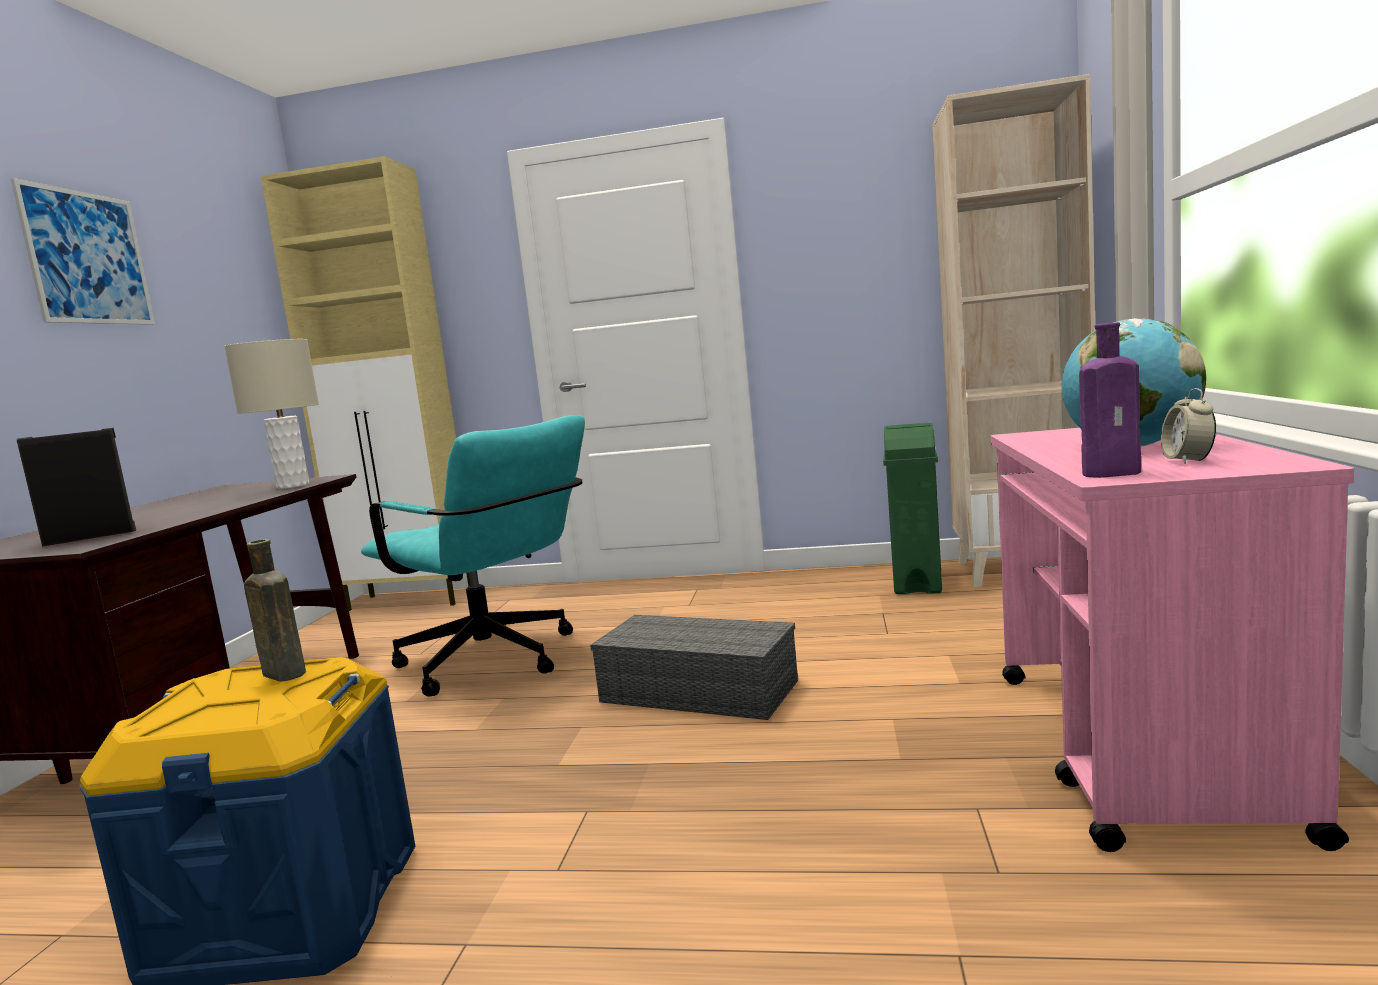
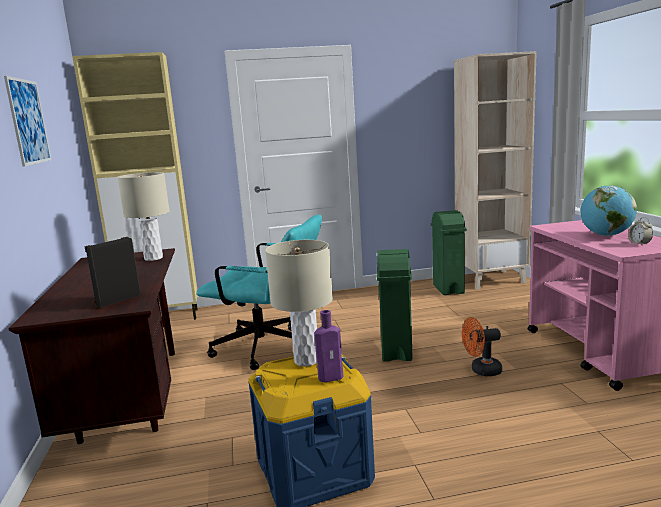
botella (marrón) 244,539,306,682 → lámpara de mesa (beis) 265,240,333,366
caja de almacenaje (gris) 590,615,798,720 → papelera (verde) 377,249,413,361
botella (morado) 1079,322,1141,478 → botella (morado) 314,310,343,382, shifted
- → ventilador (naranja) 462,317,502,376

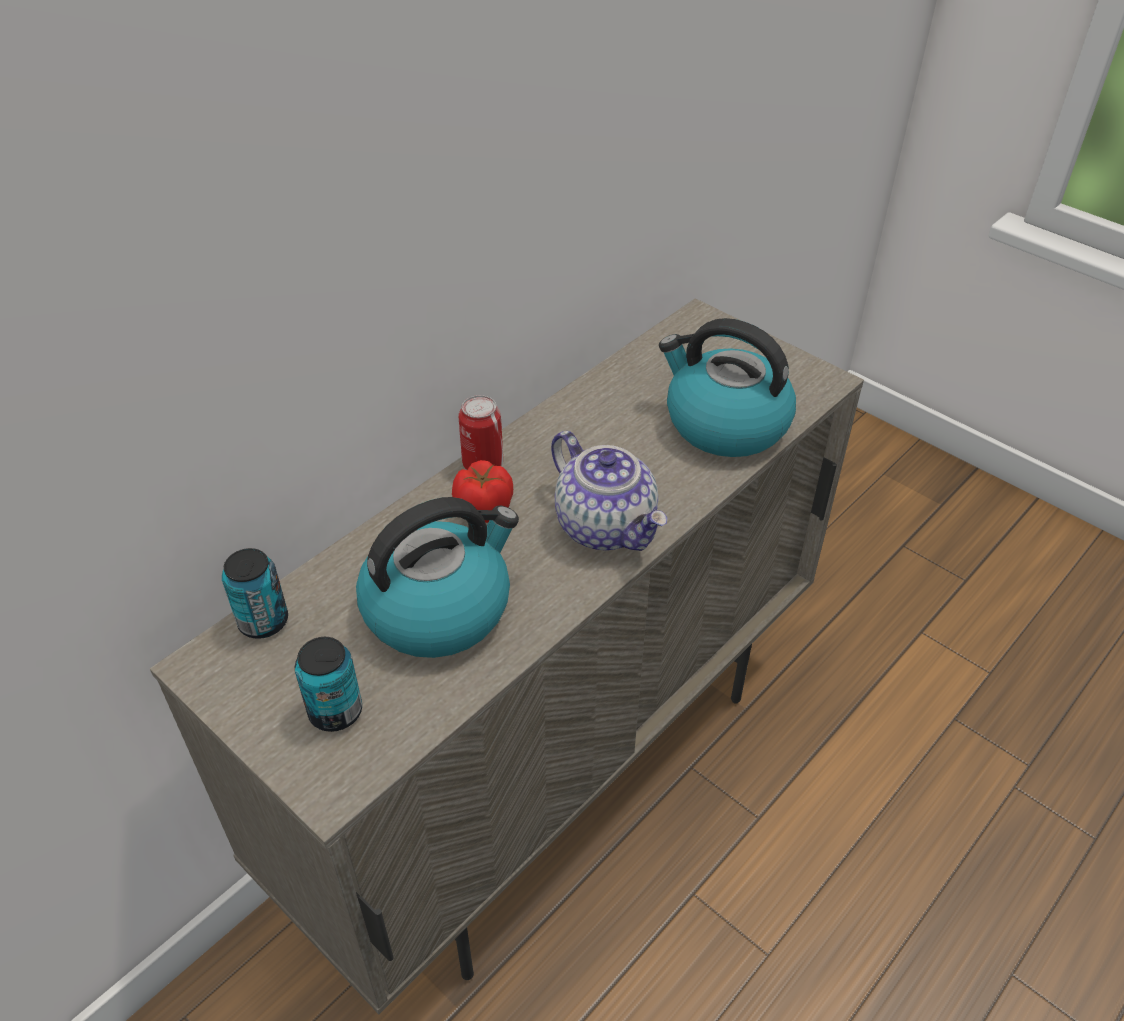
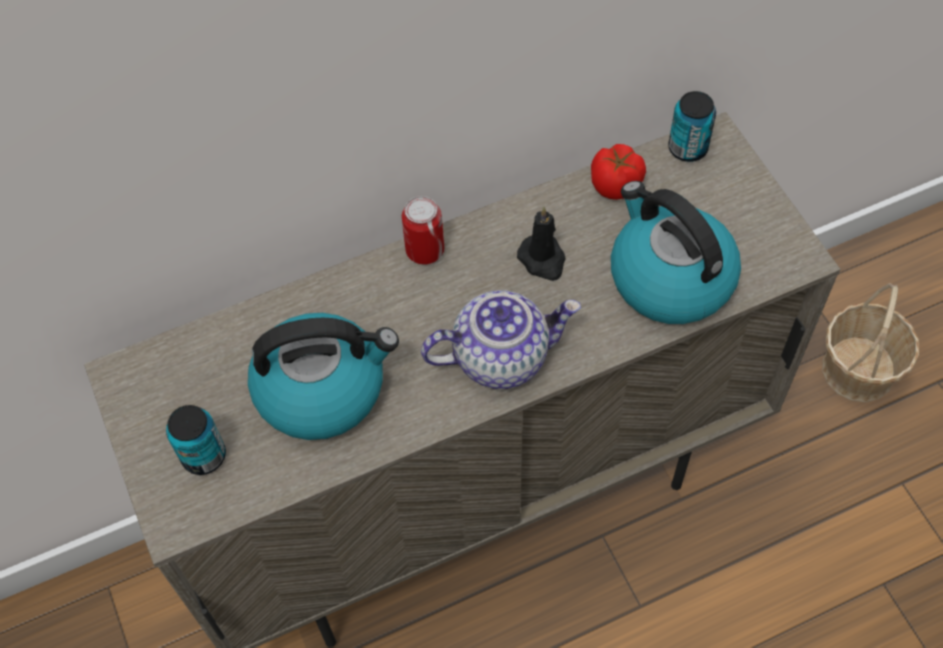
lata 222,548,288,639 → lata 668,91,716,162, shifted
tomate 452,460,513,523 → tomate 591,144,646,200, shifted
tetera 551,431,667,551 → tetera 421,290,581,389, 90 degrees counterclockwise
- → vela (negro) 517,207,566,281
- → cesta 822,283,919,402

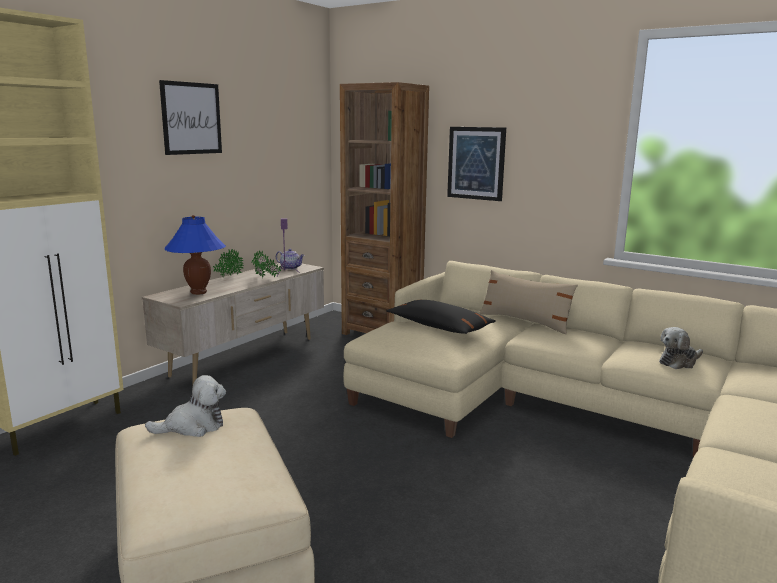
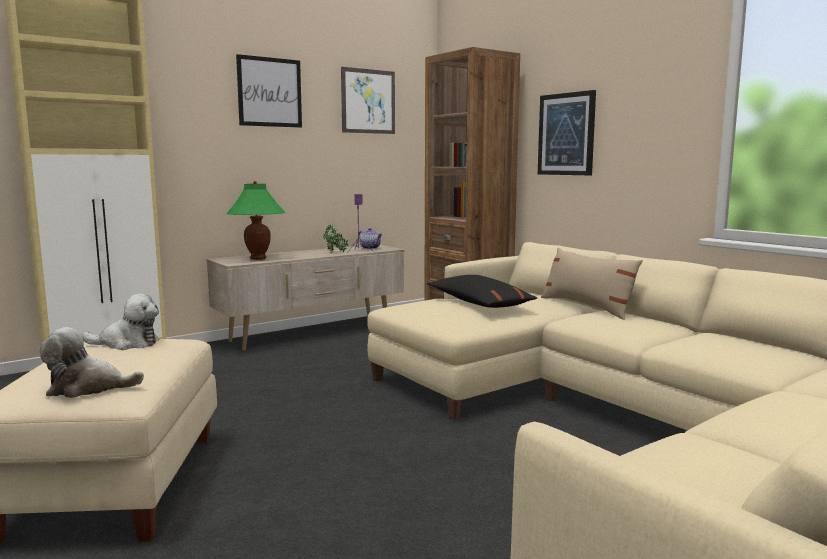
lámpara de mesa (azul) 164,215,226,295 → lámpara de mesa (verde) 226,181,286,260
planta en maceta 213,249,244,278 → -
peluche 659,327,703,369 → peluche 40,327,144,398, shifted
- → cuadro 341,67,395,134

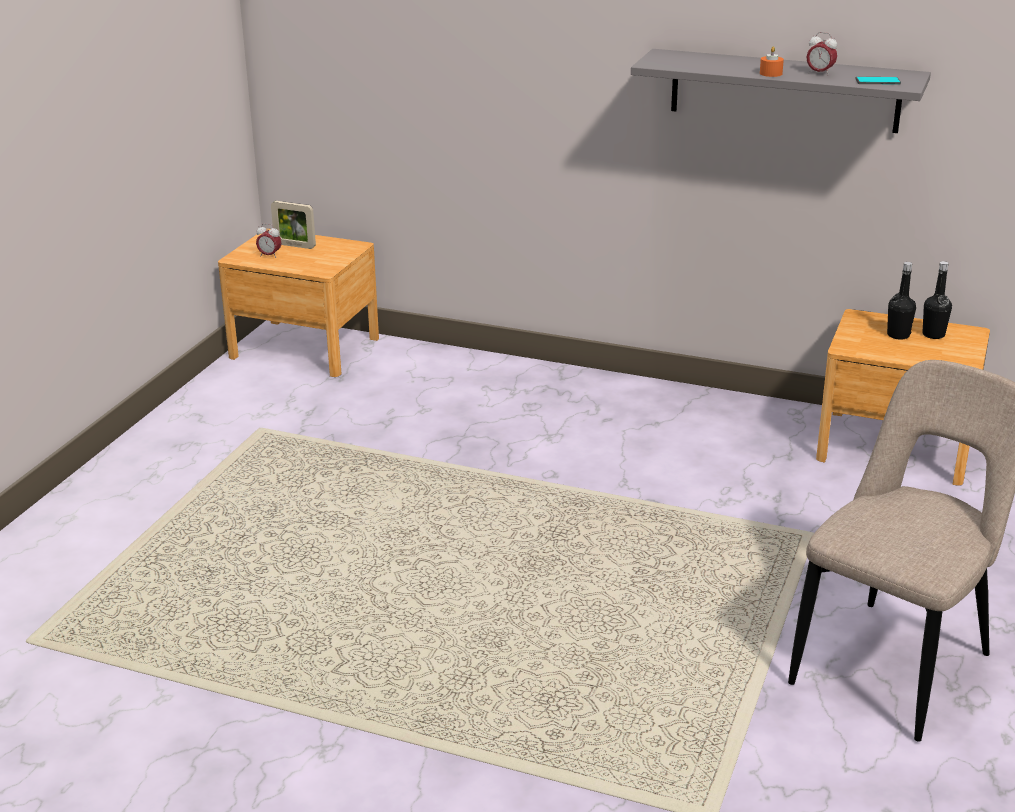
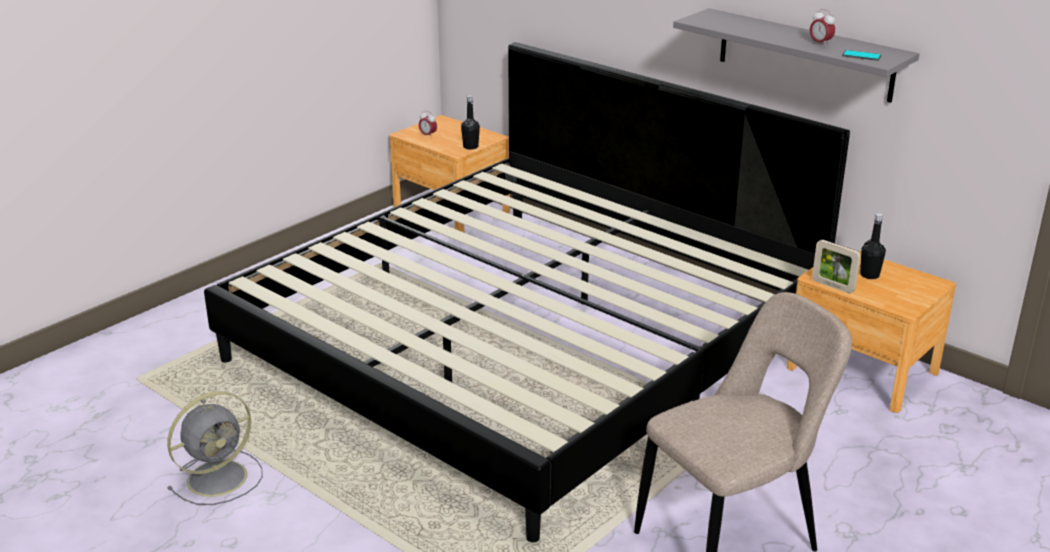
portarretratos 271,201,316,249 → portarretratos 812,240,860,293, shifted
vela (naranja) 760,47,784,77 → -
botella (negro) 923,261,952,339 → botella (negro) 461,95,480,150, shifted
- → ventilador (gris) 167,391,263,505
- → cama 204,42,850,542

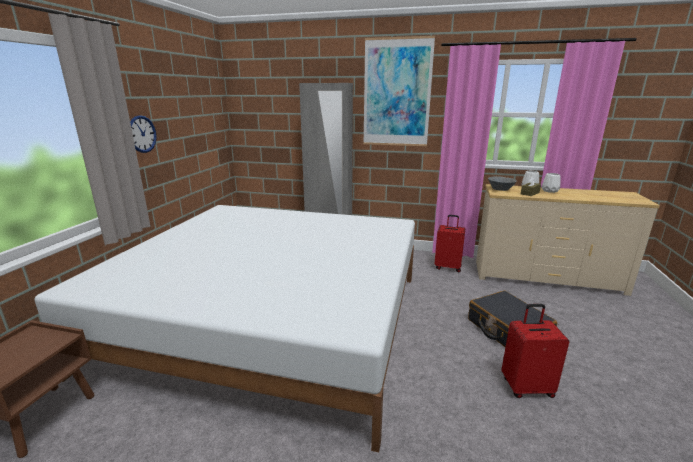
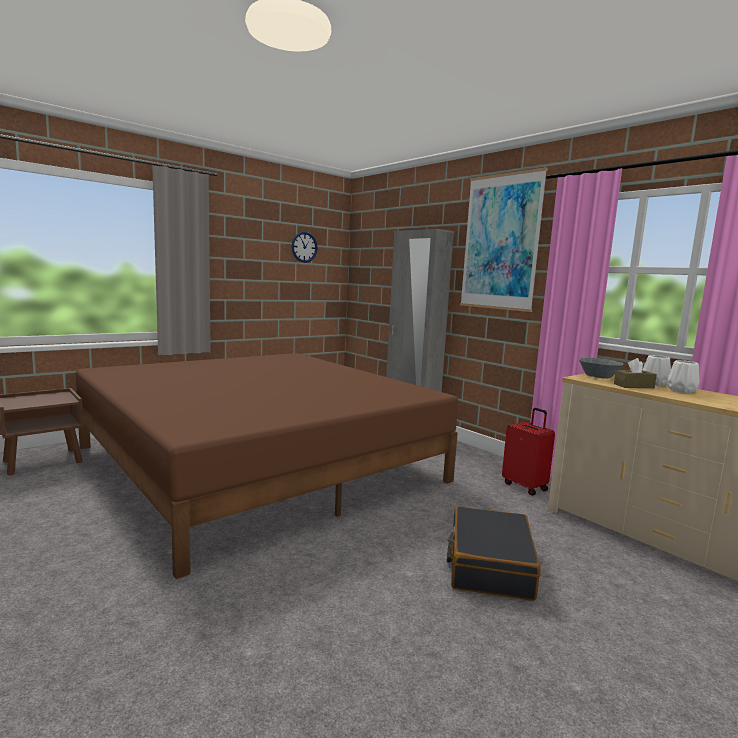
cama (blanco) 35,205,415,452 → cama (marrón) 75,353,458,579
reloj de pared 130,115,157,153 → reloj de pared 292,232,318,263, shifted
maleta (rojo) 501,304,569,398 → -

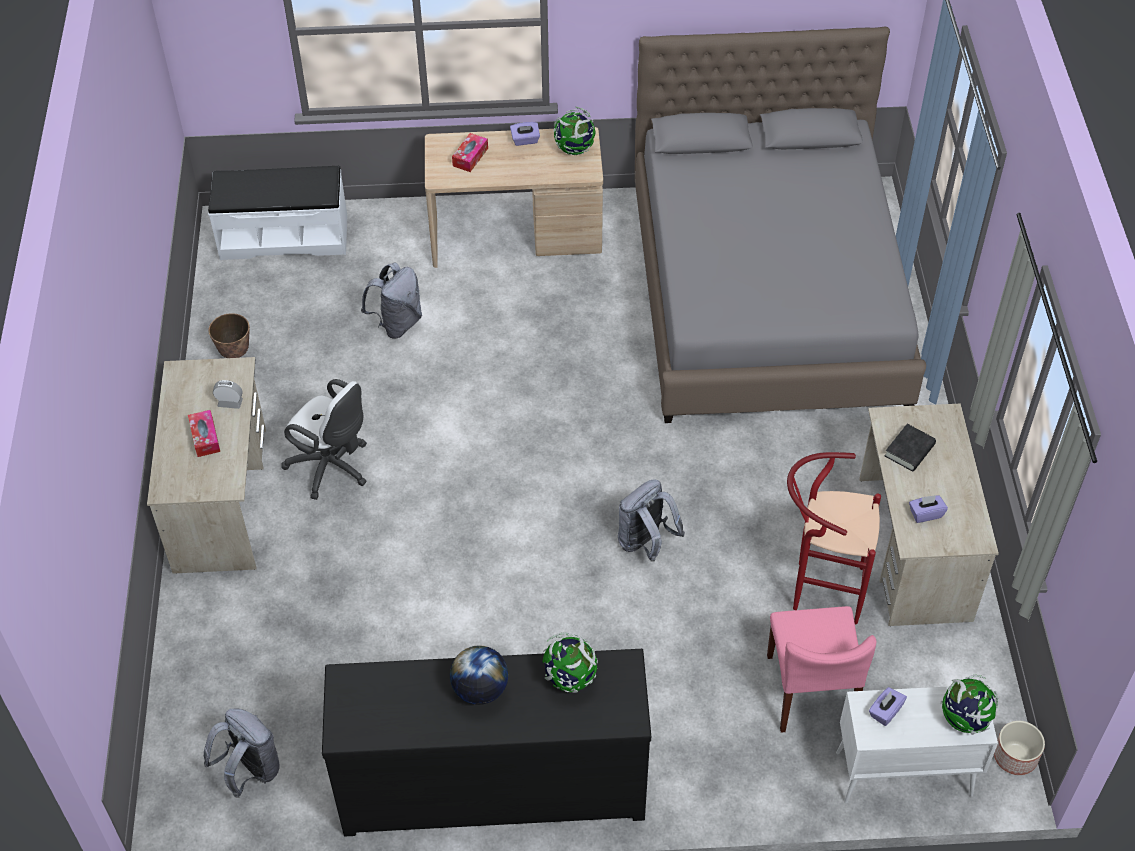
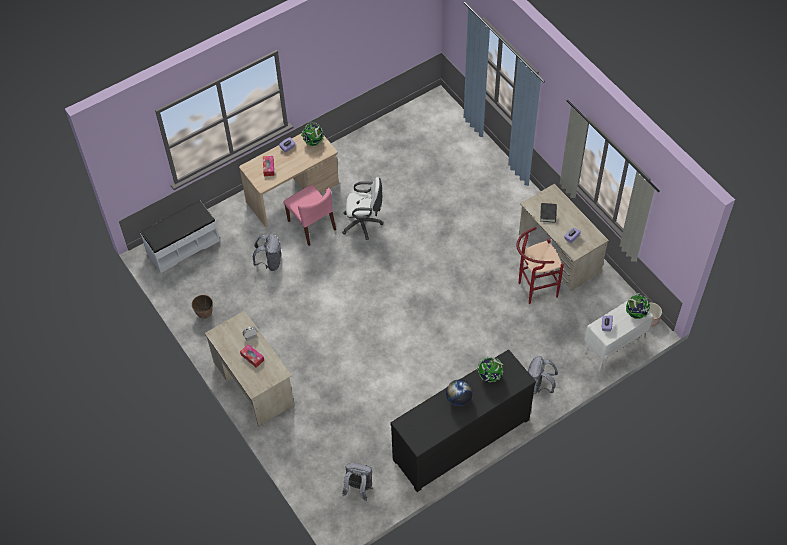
silla de oficina (blanco) 281,379,367,500 → silla de oficina (blanco) 342,177,384,240, shifted
mochila (gris) 618,479,685,562 → mochila (gris) 528,356,558,394, shifted
cama (gris) 635,26,926,423 → -
silla (rosa) 767,606,876,733 → silla (rosa) 284,184,336,246, shifted

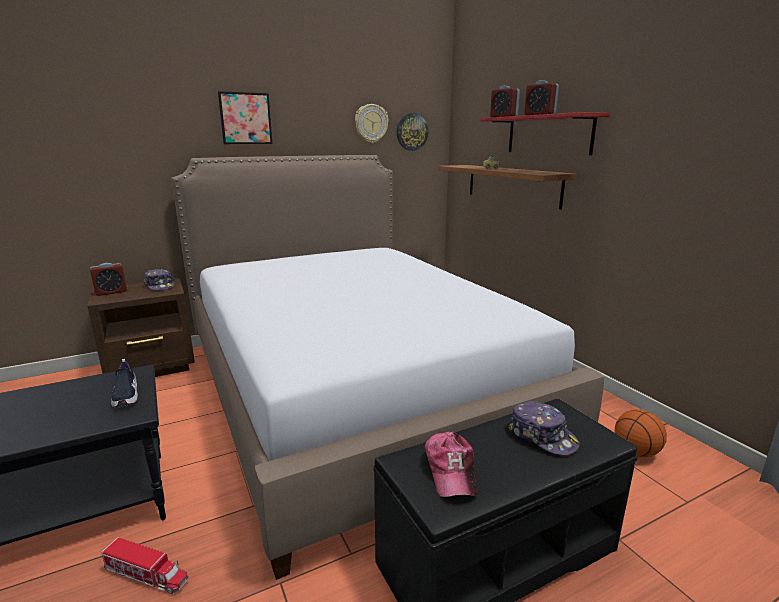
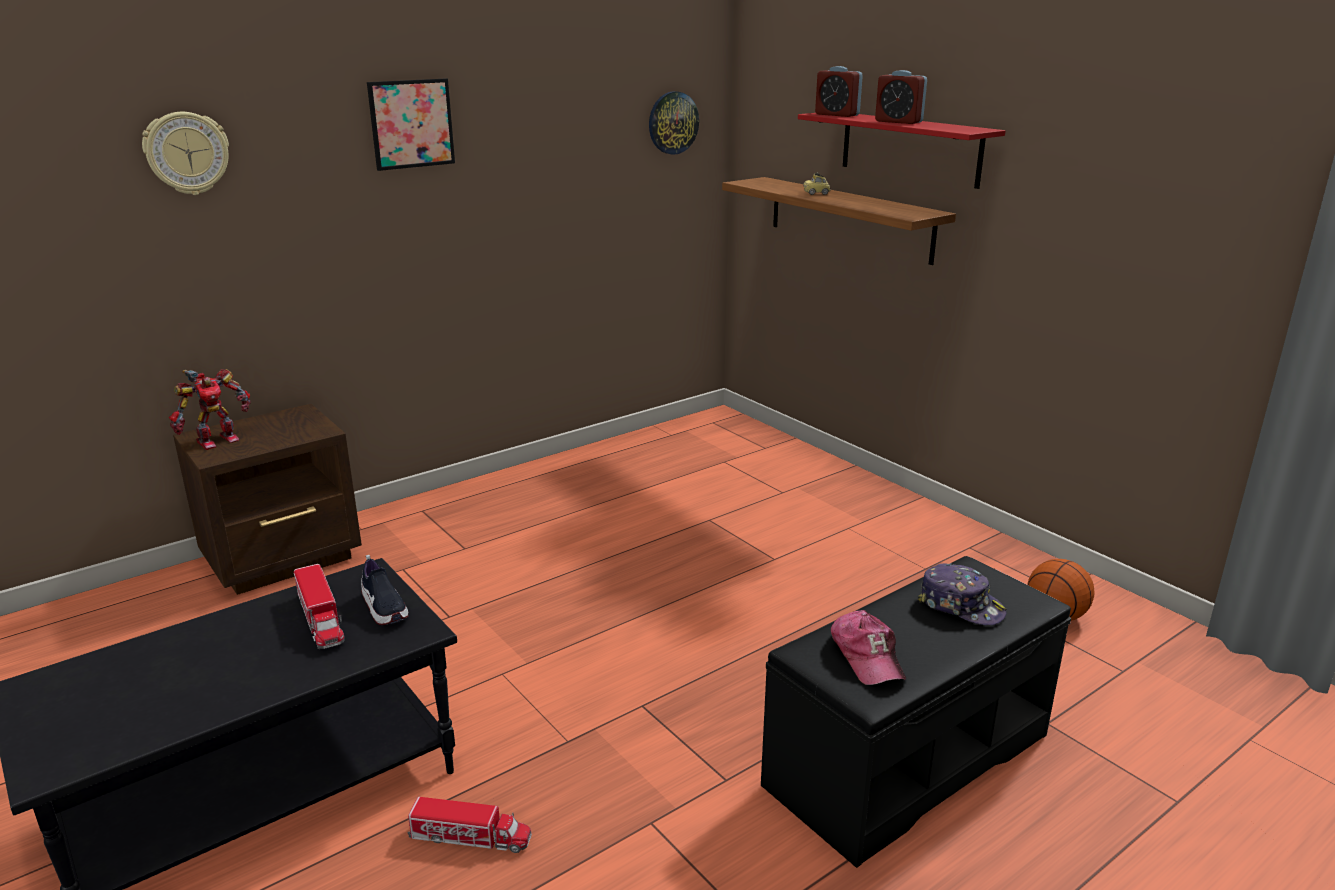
despertador 90,263,127,296 → robot de juguete 169,369,251,450
gorra 143,269,175,290 → -
cama 171,155,604,580 → -
reloj de pared 355,104,389,143 → reloj de pared 142,112,229,195, shifted
- → camión de juguete 294,564,345,649

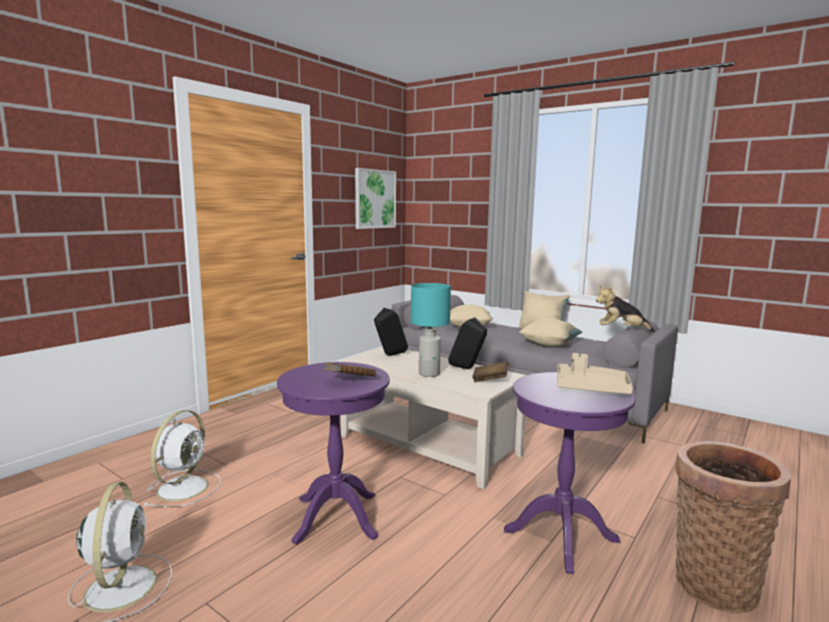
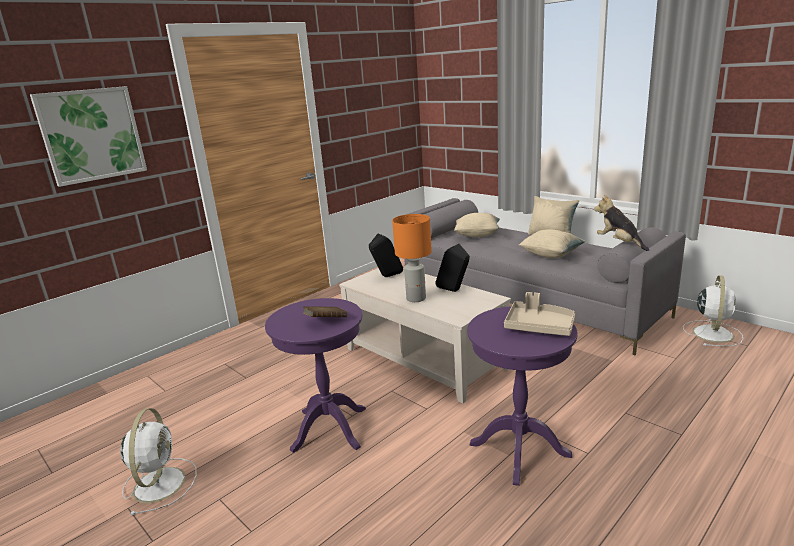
ventilador (blanco) 143,410,221,507 → ventilador (blanco) 683,275,743,346, shifted
cuadro 355,168,396,229 → cuadro 30,86,147,187, shifted
lámpara de mesa (turquesa) 411,283,451,377 → lámpara de mesa (naranja) 392,214,432,302
libro (marrón) 472,362,509,382 → -
peluche 596,285,655,332 → peluche 594,195,649,251, 45 degrees clockwise
cesta 675,441,791,614 → -

